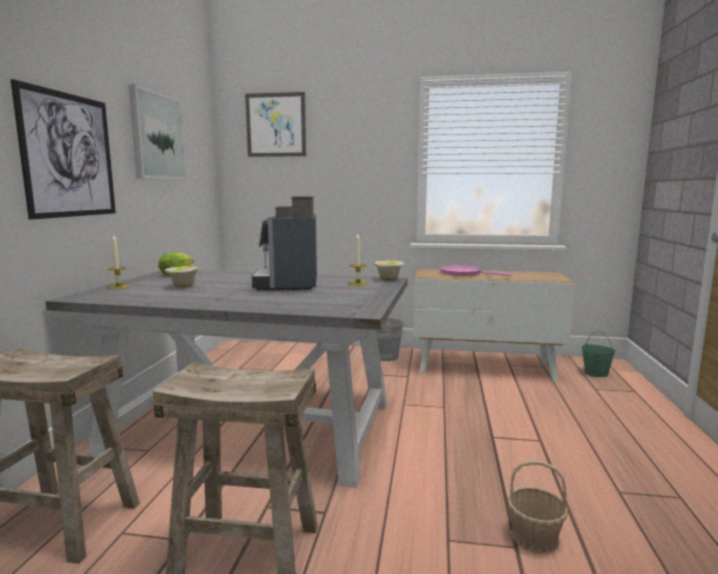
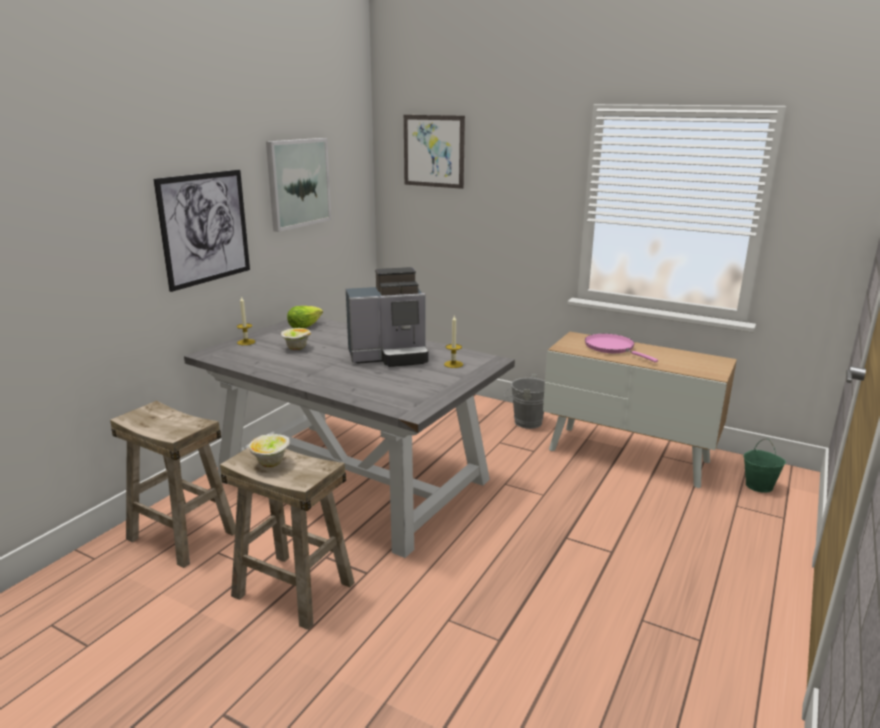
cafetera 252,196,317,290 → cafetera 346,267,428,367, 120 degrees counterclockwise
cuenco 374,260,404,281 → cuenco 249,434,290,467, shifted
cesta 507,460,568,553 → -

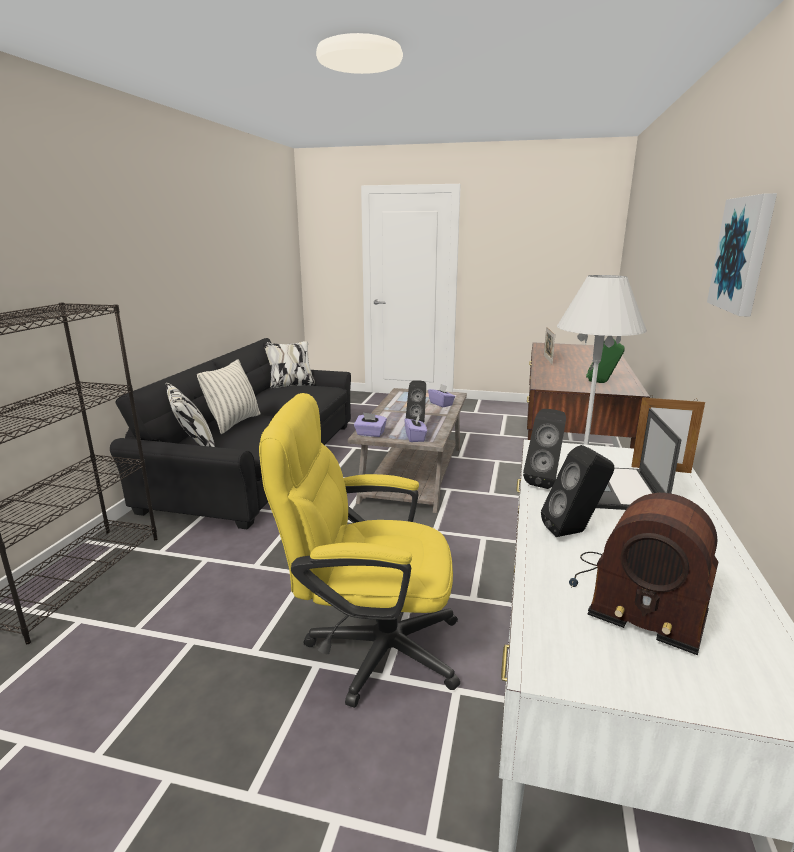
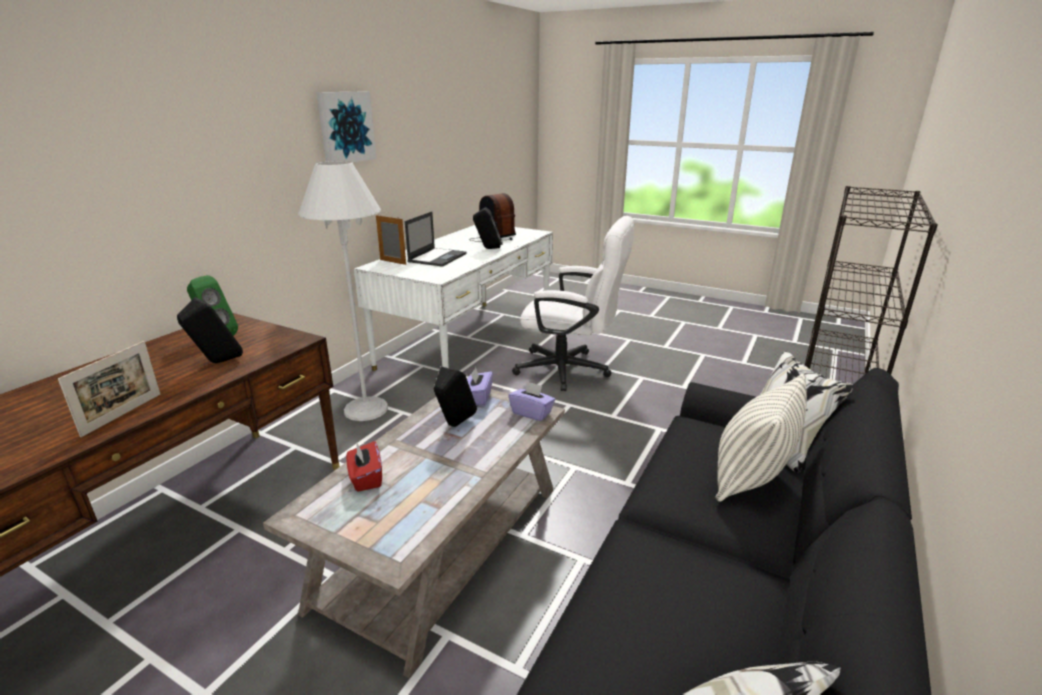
silla de oficina (amarillo) 259,393,460,708 → silla de oficina (blanco) 512,216,634,391
caja de pañuelos (morado) 428,384,455,407 → caja de pañuelos (rojo) 346,441,382,492
altavoz (negro) 523,409,566,489 → altavoz (negro) 177,297,243,363, shifted

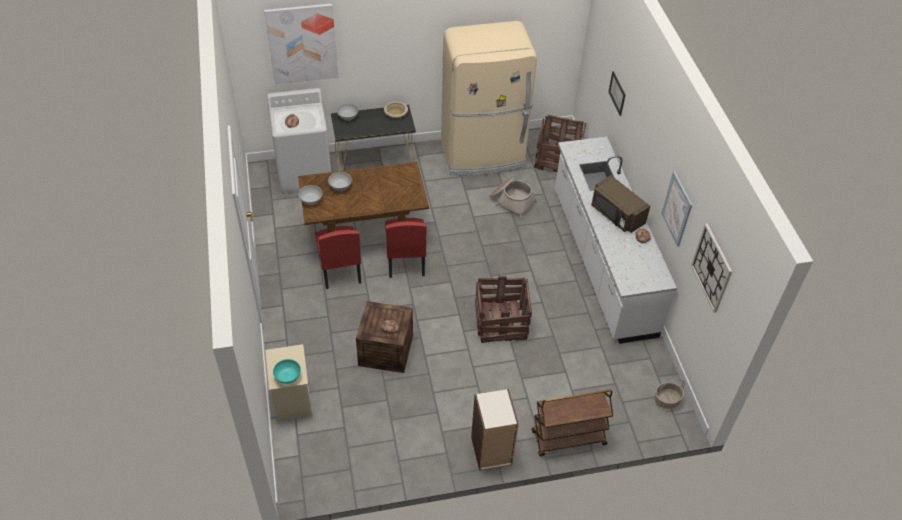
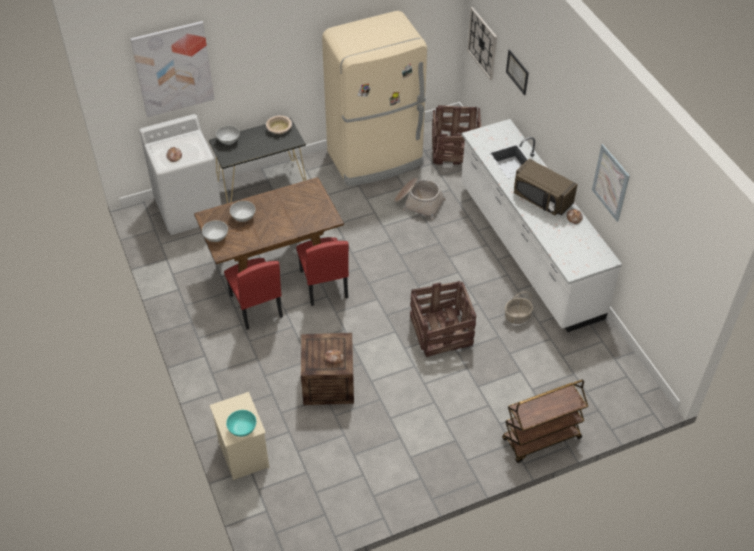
estantería 471,389,519,471 → -
cesta 654,379,685,409 → cesta 505,291,533,324, shifted
reloj de pared 691,224,732,313 → reloj de pared 467,7,497,80, shifted

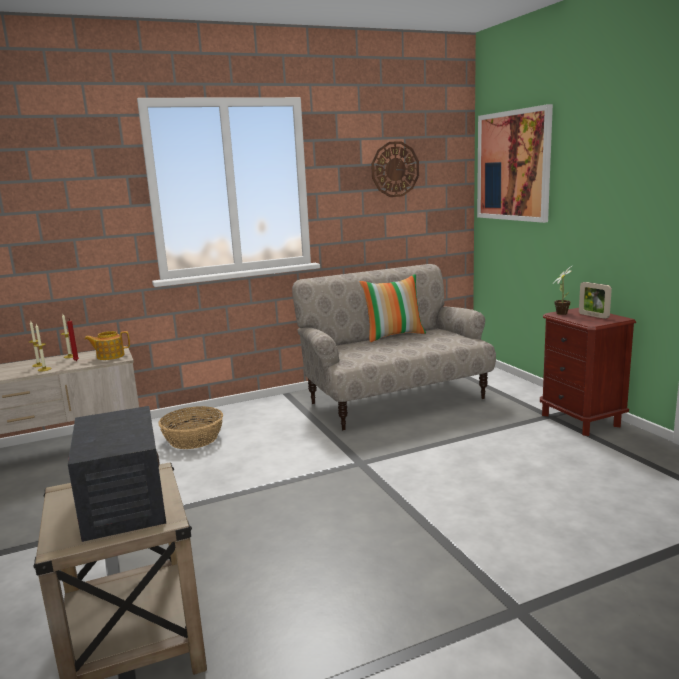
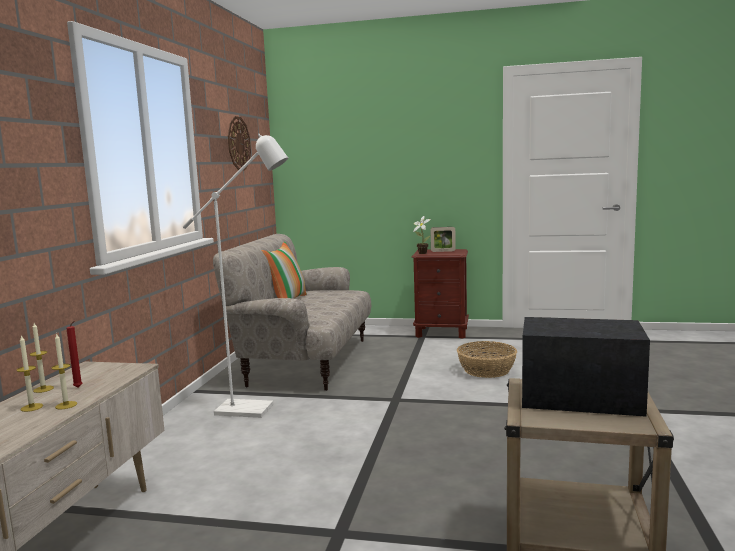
tetera 85,331,130,360 → -
cesta 158,406,223,449 → cesta 457,341,517,378, shifted
cuadro 477,104,553,223 → -
- → lámpara de pie (blanco) 183,134,288,418

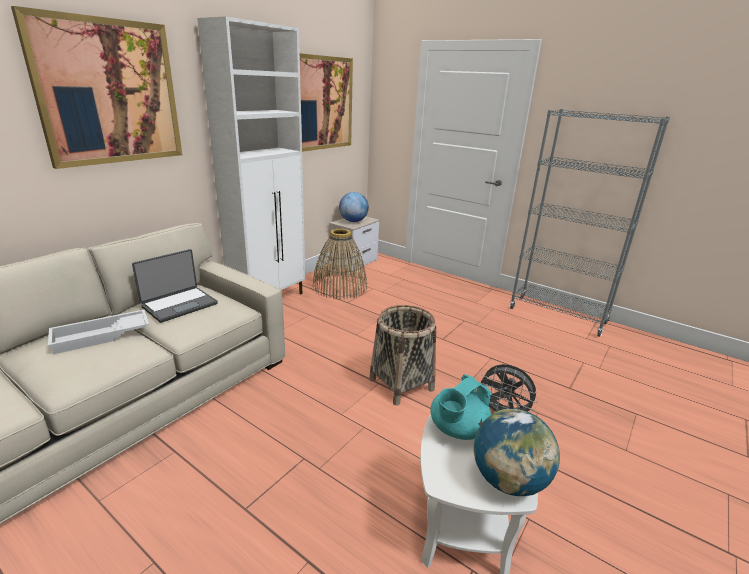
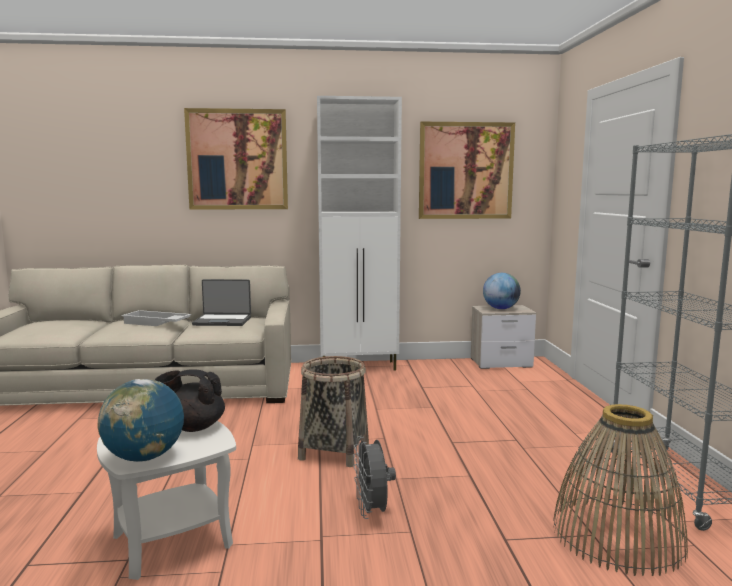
cesta 313,229,367,299 → cesta 553,404,688,576, shifted
tetera (turquesa) 430,374,491,440 → tetera (negro) 155,369,225,432

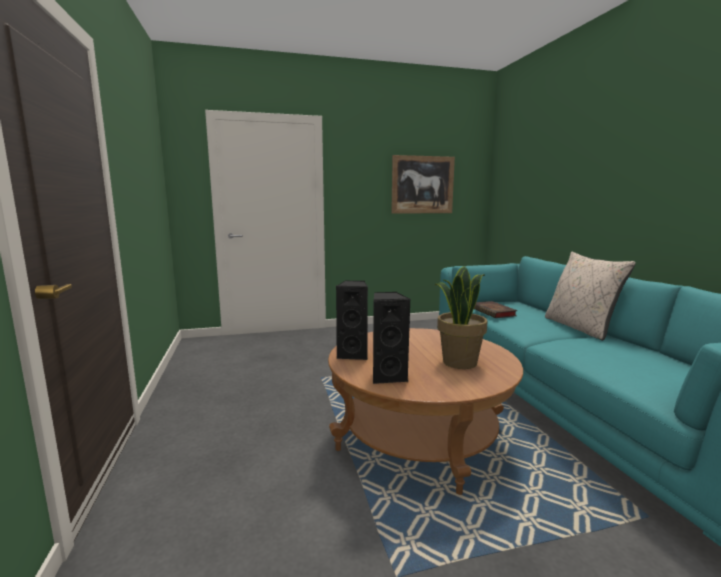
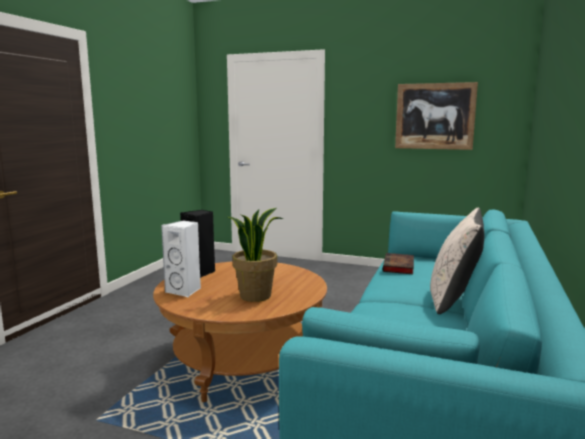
altavoz (negro) 373,292,410,384 → altavoz (blanco) 161,220,201,297

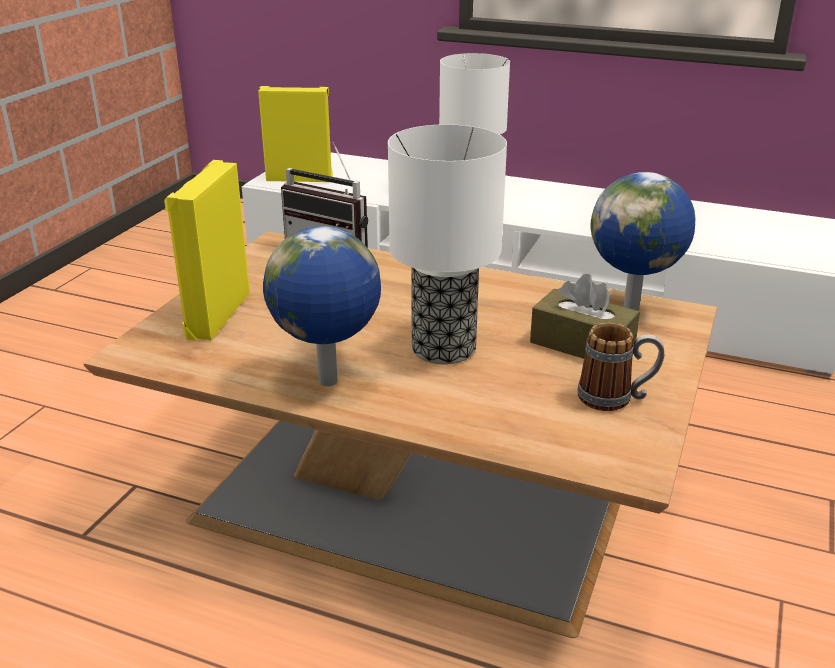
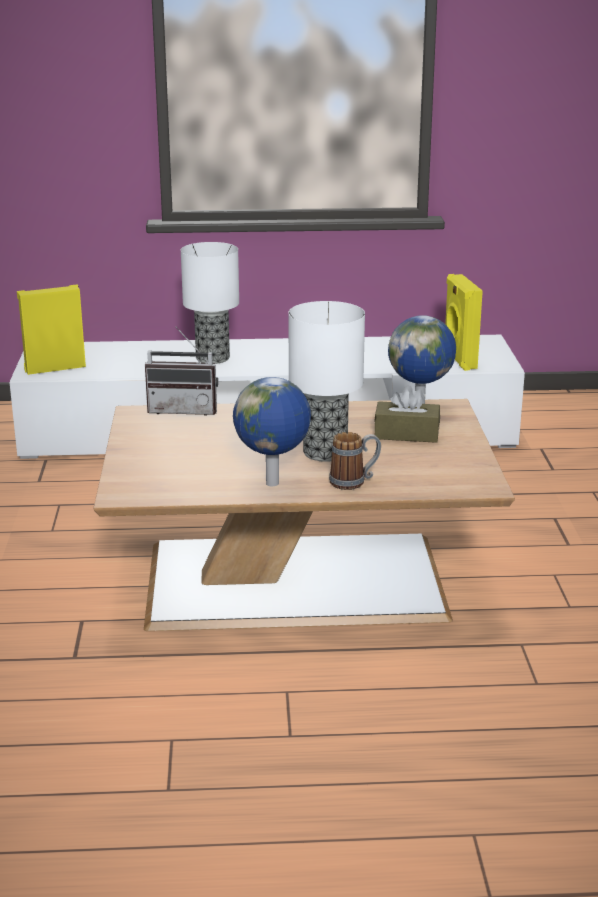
altavoz (amarillo) 164,160,250,341 → altavoz (amarillo) 445,274,483,371, shifted
taza grande 577,323,664,411 → taza grande 329,432,381,490, shifted

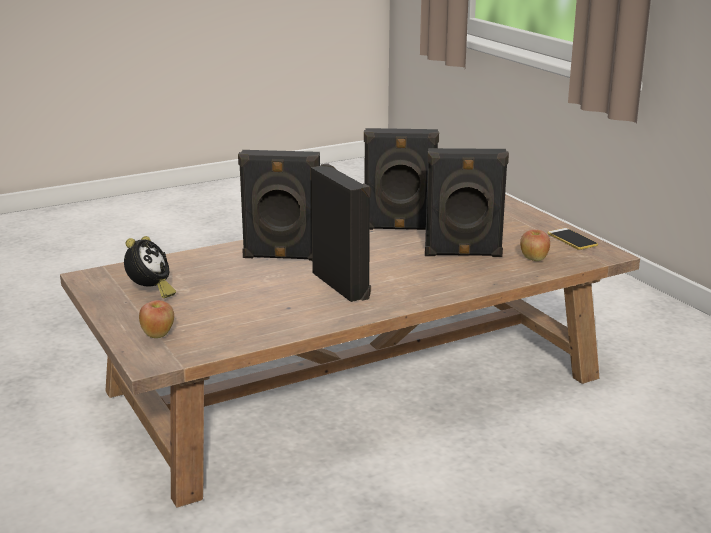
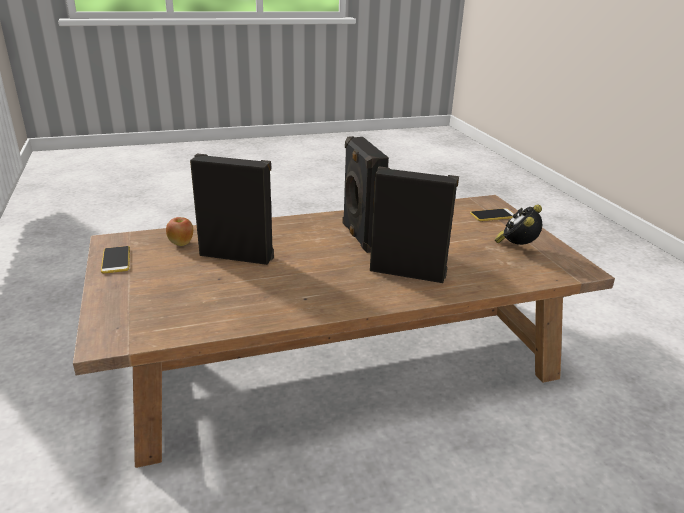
manzana 139,300,174,338 → móvil 470,208,514,221
altavoz (negro) 364,128,439,230 → -

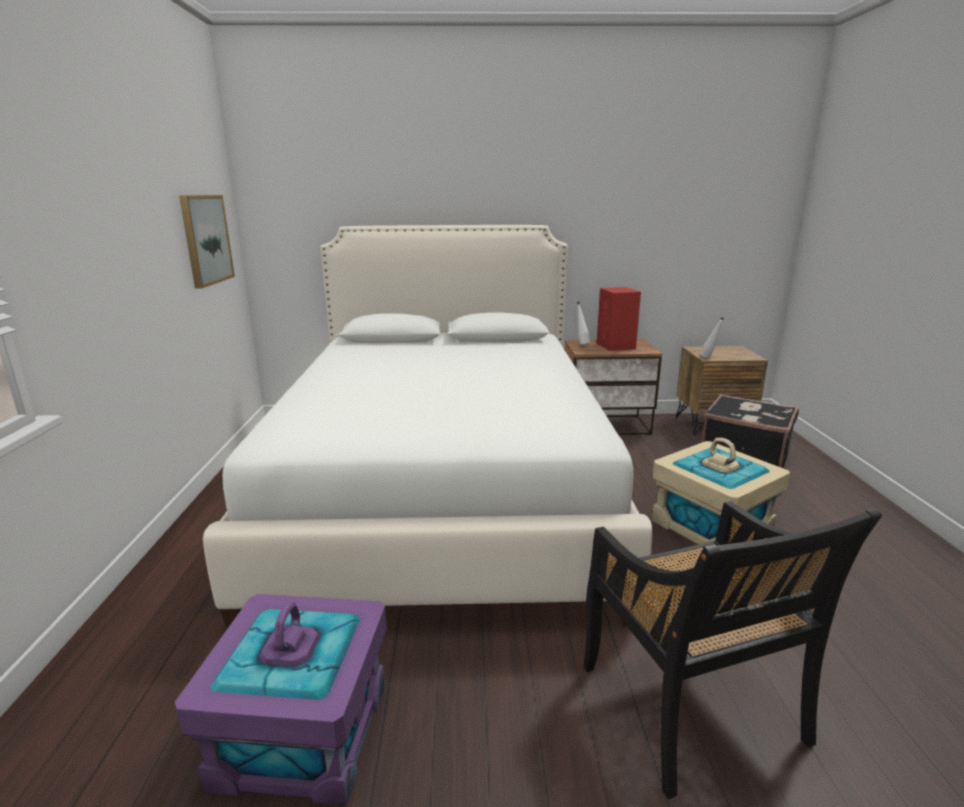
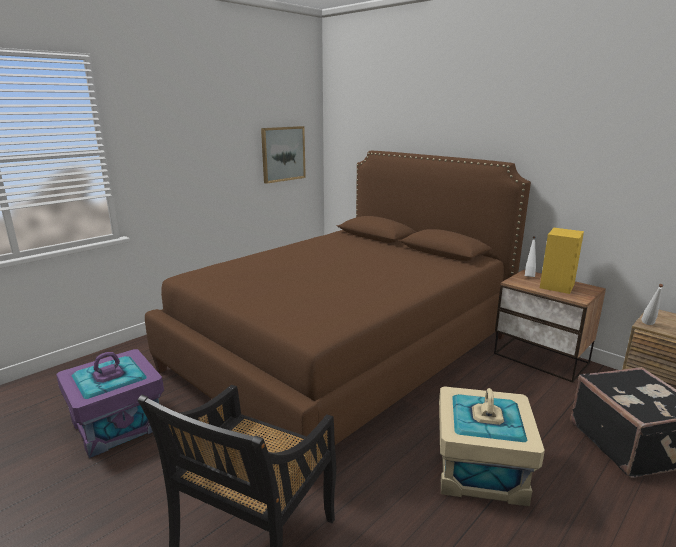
cama (blanco) 203,225,652,629 → cama (marrón) 145,151,531,449
altavoz (rojo) 597,287,641,351 → altavoz (amarillo) 540,228,584,294

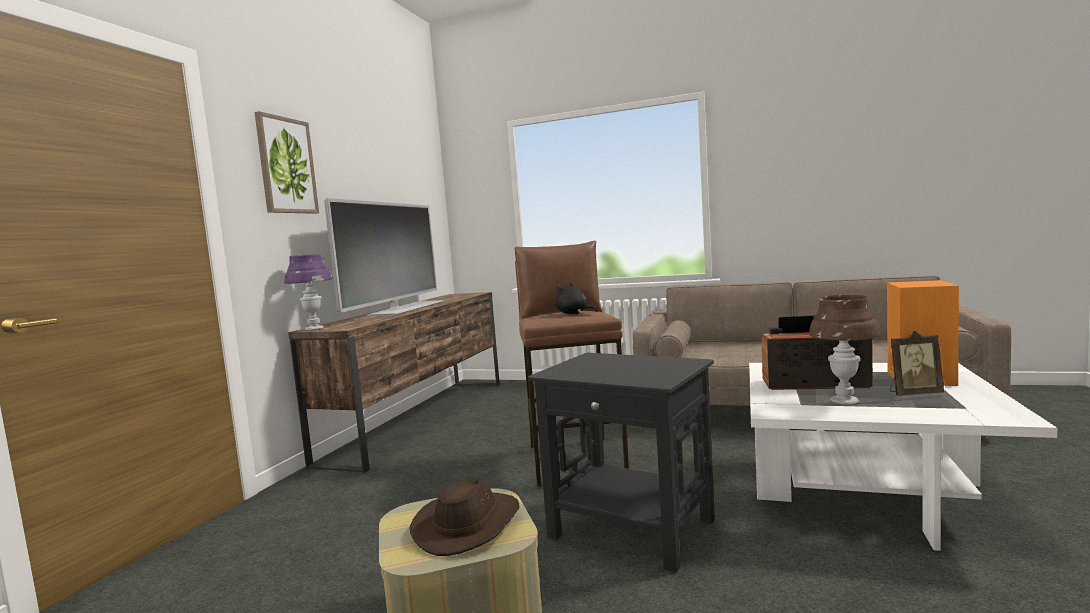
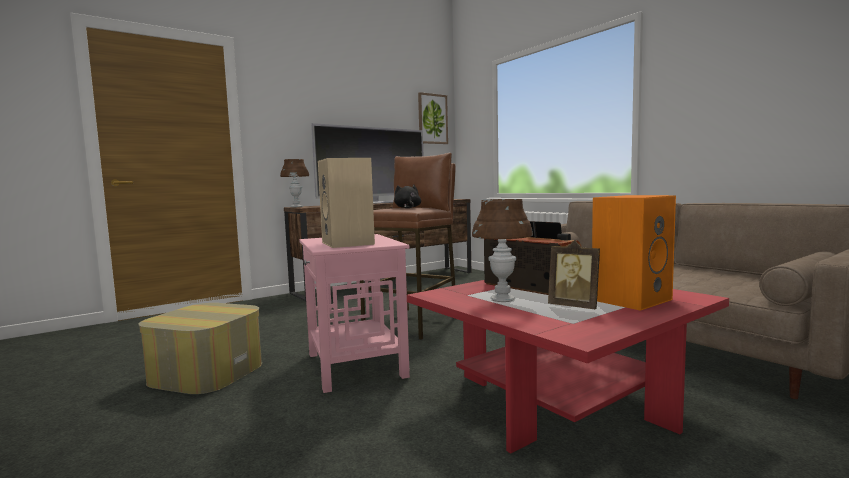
cuadro 254,111,319,214 → cuadro 418,92,448,144, shifted
lámpara de mesa (morado) 284,254,332,330 → lámpara de mesa (marrón) 280,159,309,207
sombrero (marrón) 410,478,519,556 → -
mesa auxiliar (negro) 528,353,715,573 → mesa auxiliar (rosa) 299,234,410,393
mesa de centro (blanco) 749,363,1057,551 → mesa de centro (rojo) 407,280,729,454
- → altavoz (beis) 318,158,375,248

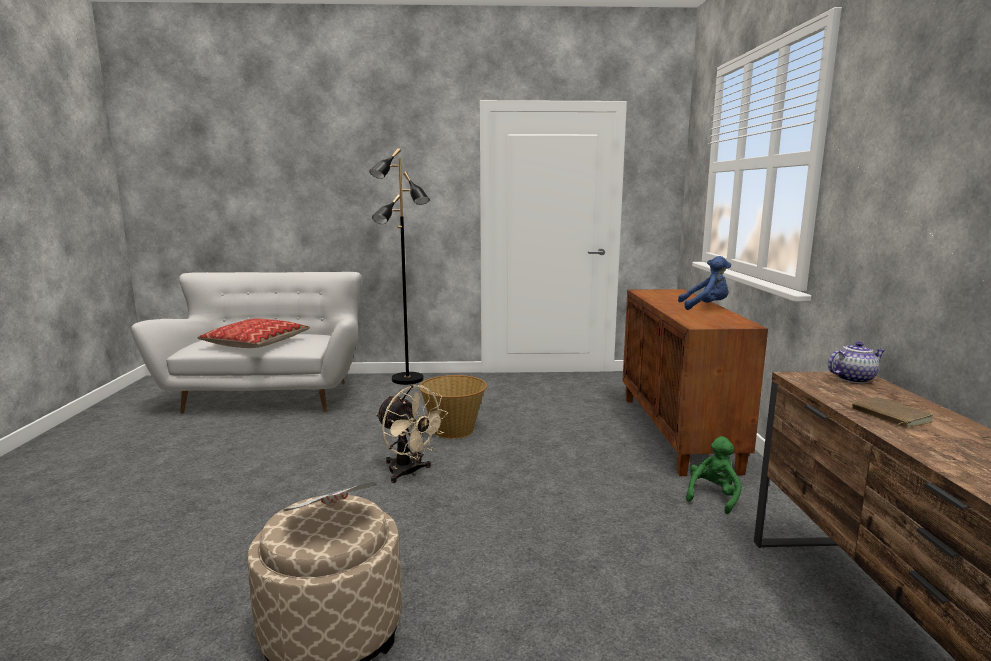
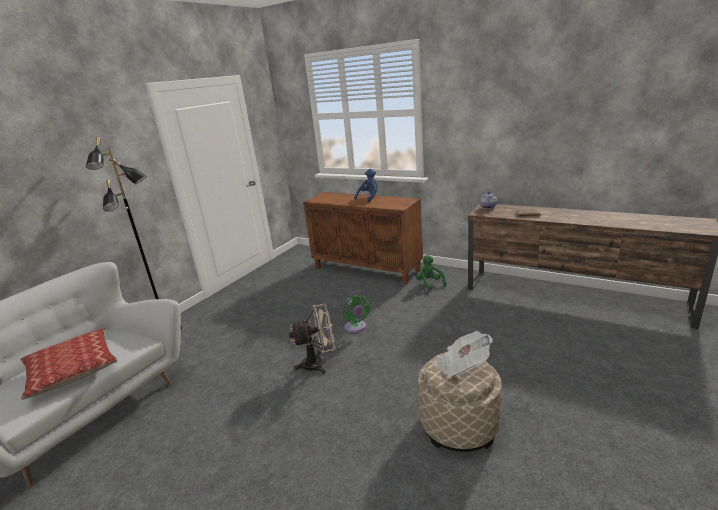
cesta 419,375,487,439 → -
- → ventilador (verde) 343,295,371,333

